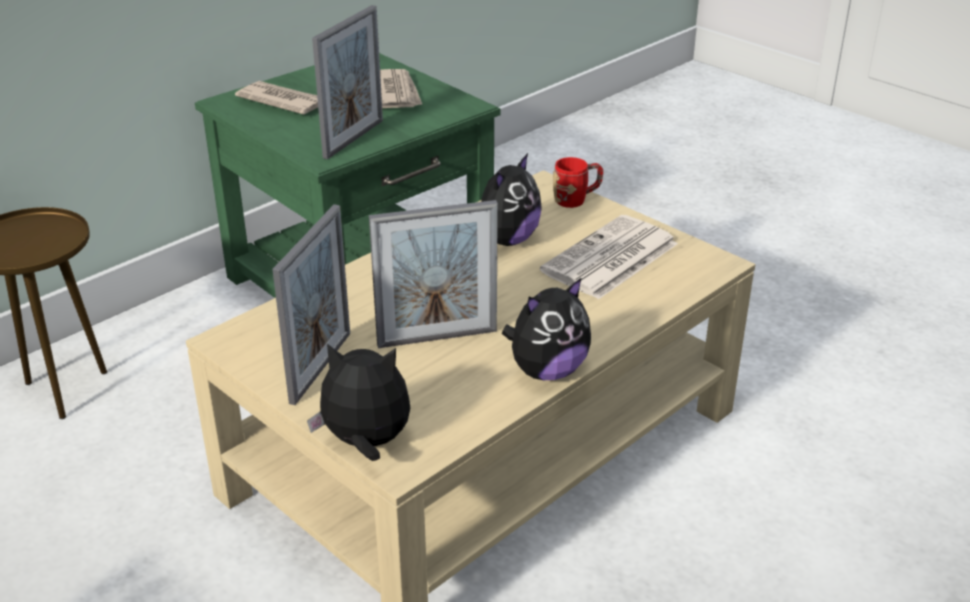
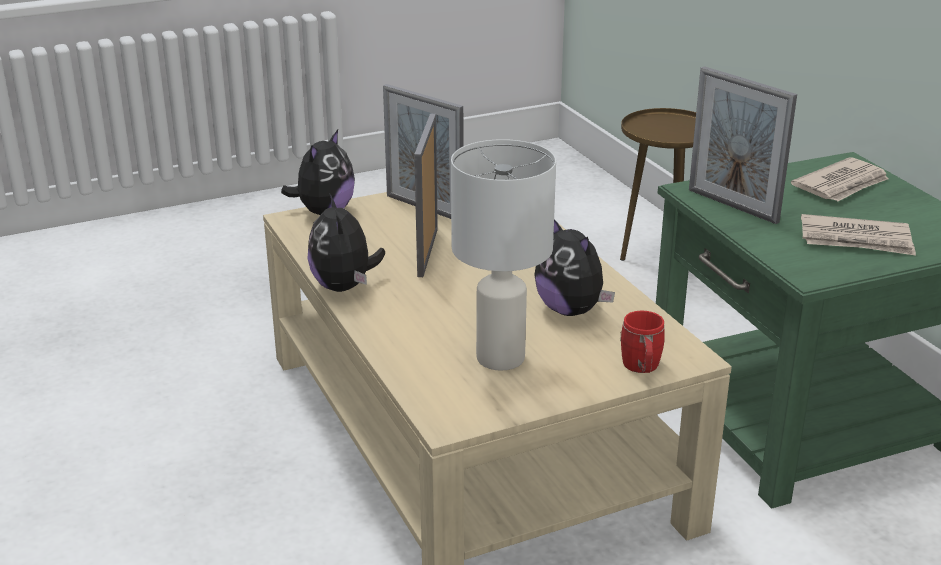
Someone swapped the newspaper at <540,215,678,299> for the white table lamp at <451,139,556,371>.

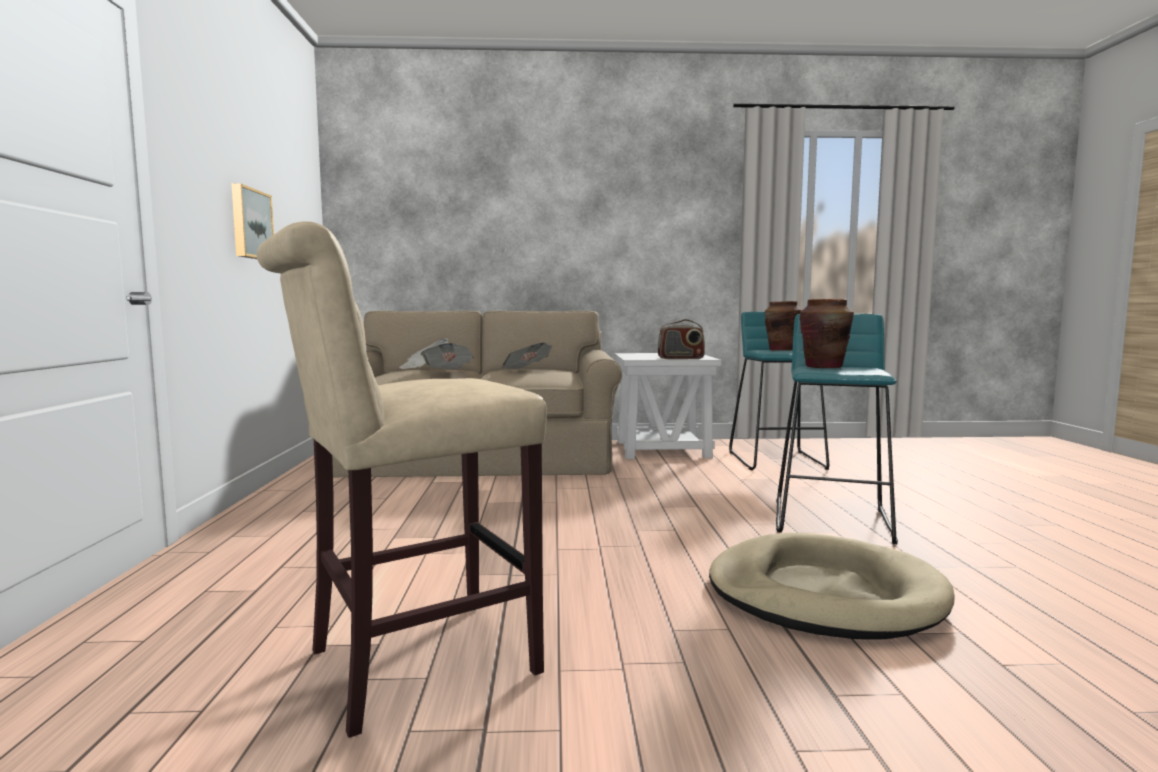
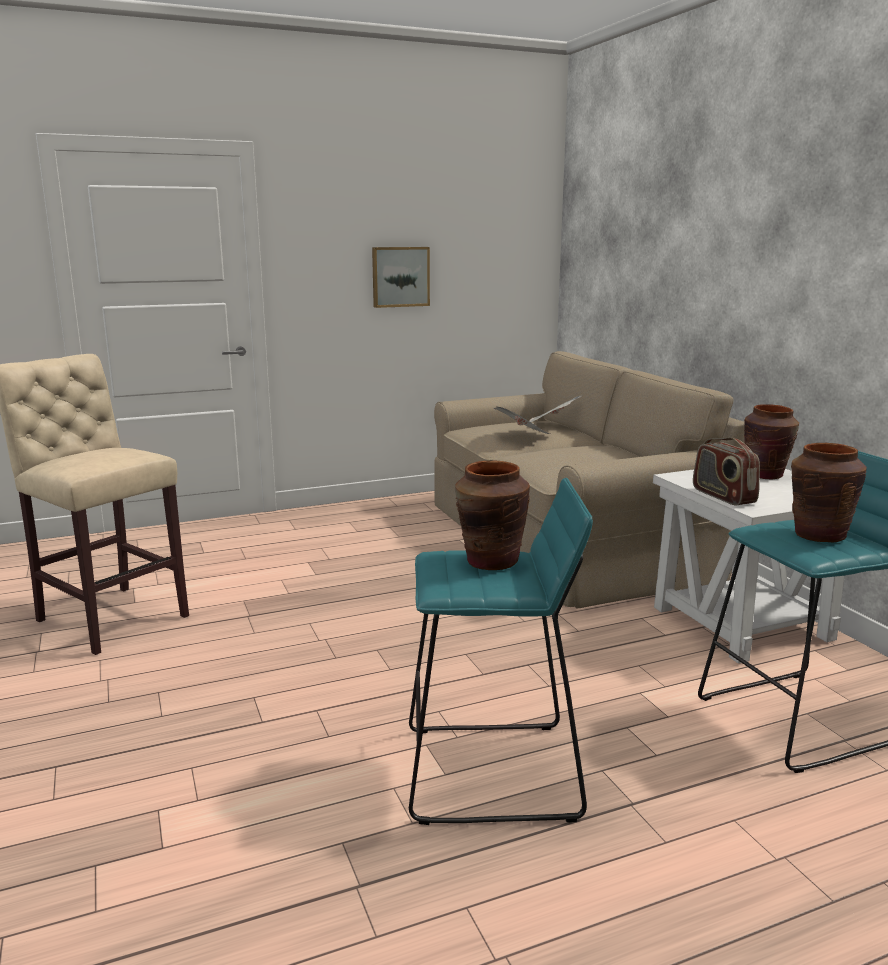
Someone put down the brown vase at <744,404,799,479>.
Someone took away the newspaper at <501,343,552,369>.
Someone took away the beige dog bed at <709,533,955,640>.

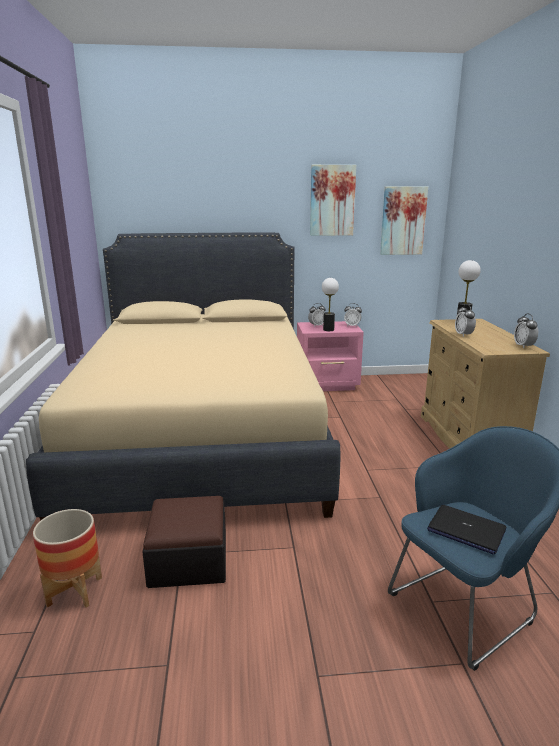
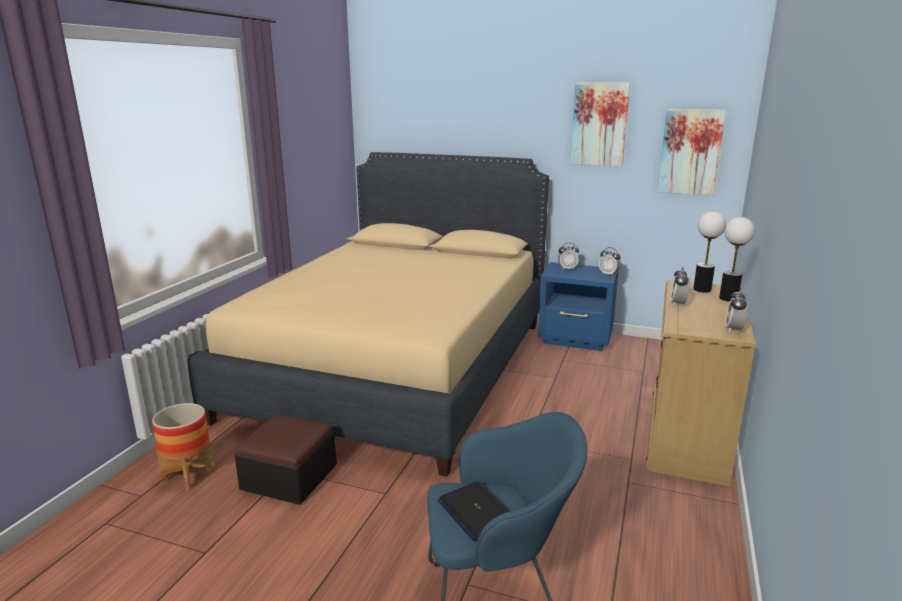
Someone repainted the pink nightstand at <297,321,364,391>, which became the blue nightstand at <538,262,619,351>.
Someone carried the table lamp from <322,278,339,331> to <719,217,755,301>.

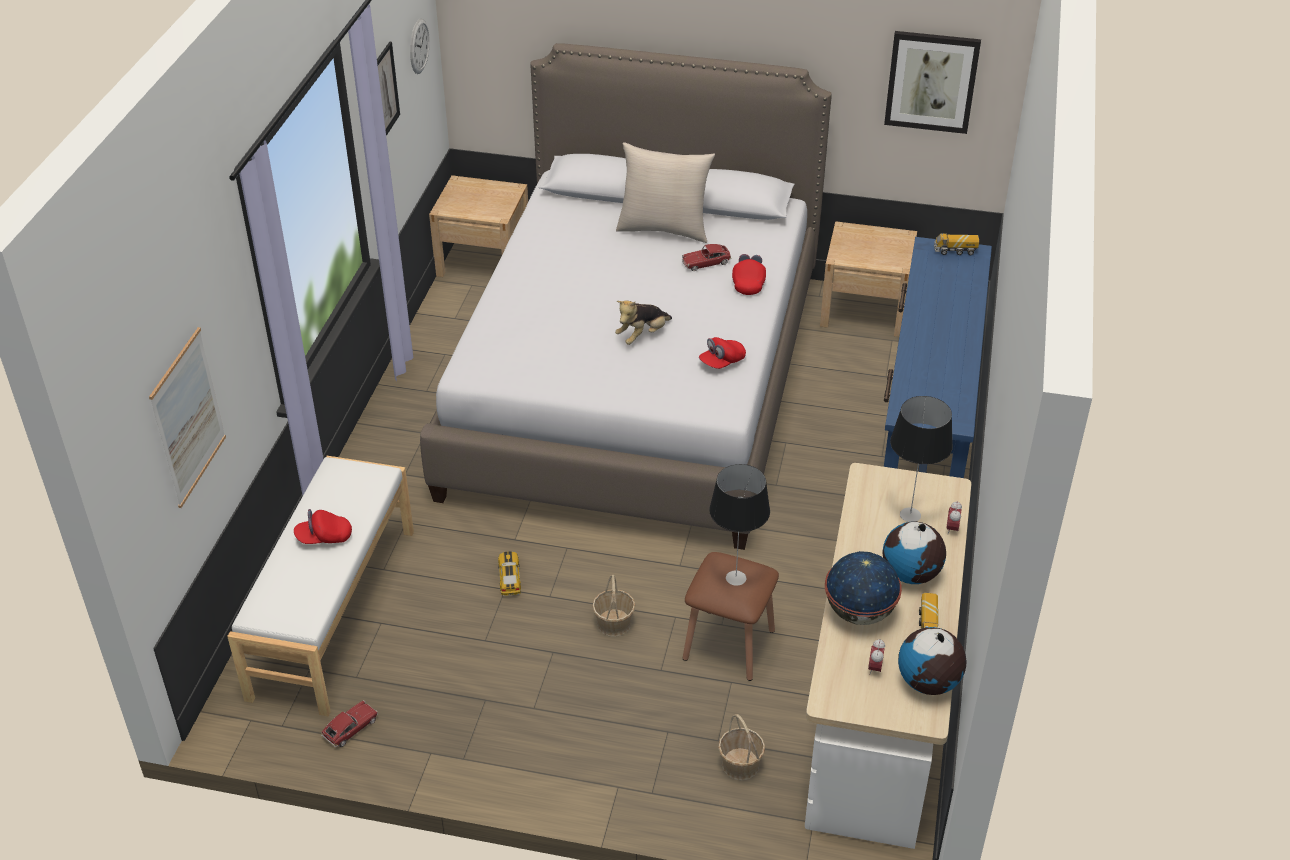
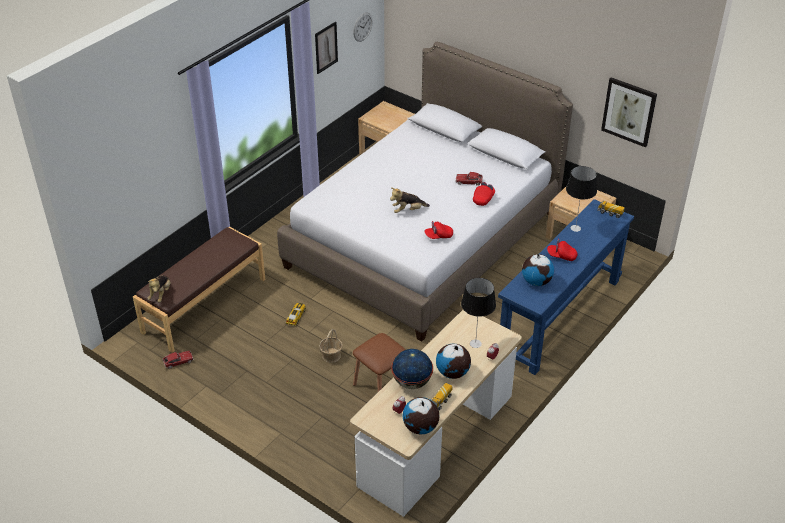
Someone repainted the white bench at <227,456,414,716>, which became the brown bench at <133,227,265,353>.
Someone put down the plush toy at <147,275,171,303>.
Someone put down the globe at <522,253,554,286>.
Someone carried the red cap from <294,509,352,544> to <547,239,578,261>.
Someone carried the table lamp from <709,464,770,586> to <566,166,597,232>.
Someone took away the picture at <149,327,226,508>.
Someone took away the beige pillow at <616,142,715,243>.
Someone took away the basket at <718,714,765,781>.

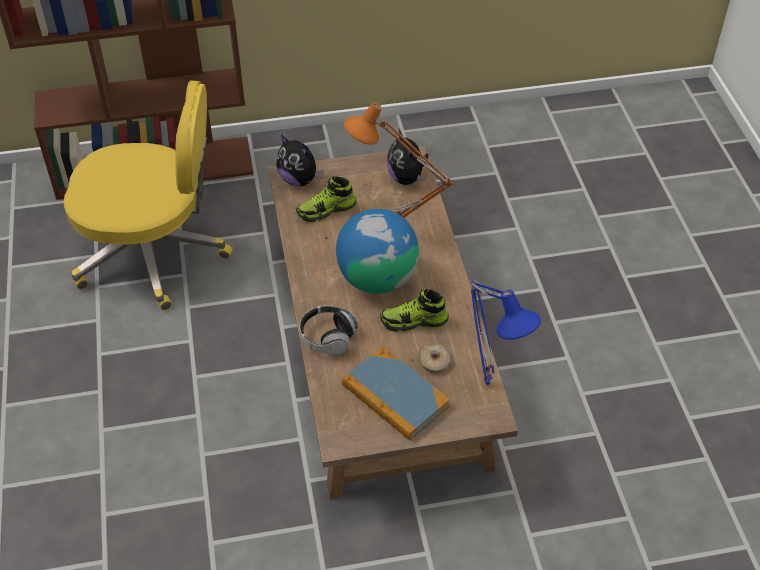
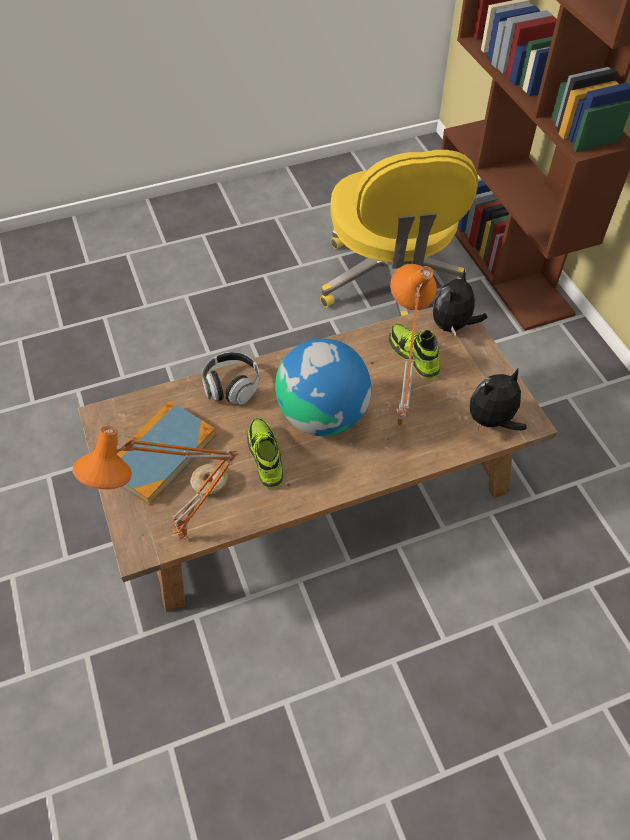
Someone repainted the blue table lamp at <471,280,541,388>, which became the orange table lamp at <73,426,238,541>.

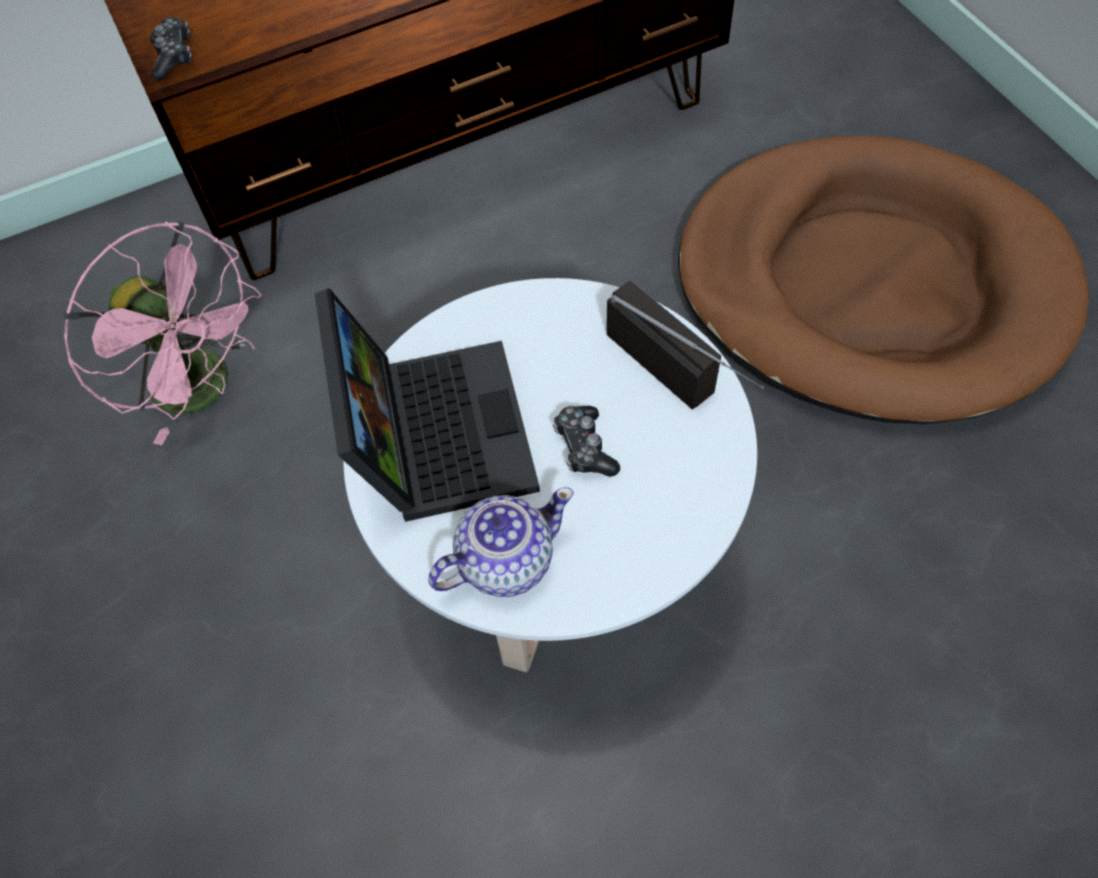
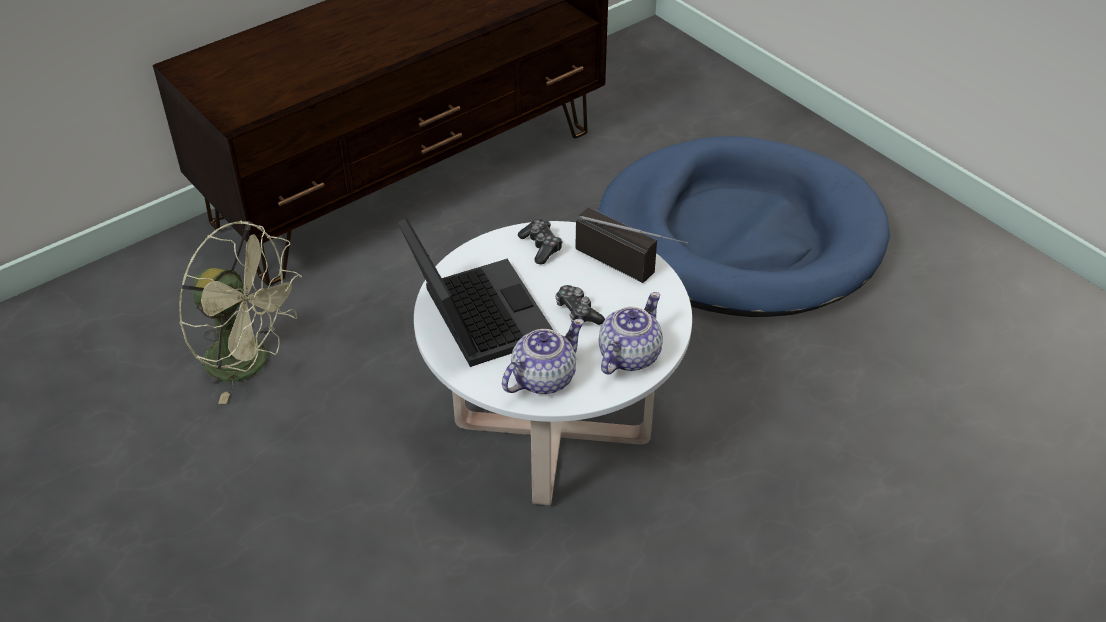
Someone repainted the pink fan at <63,221,261,445>, which became the green fan at <179,220,302,404>.
Someone carried the game controller from <150,17,192,80> to <518,219,563,265>.
Someone repainted the brown dog bed at <678,135,1089,424>, which became the blue dog bed at <598,136,890,317>.
Someone put down the teapot at <599,292,663,374>.

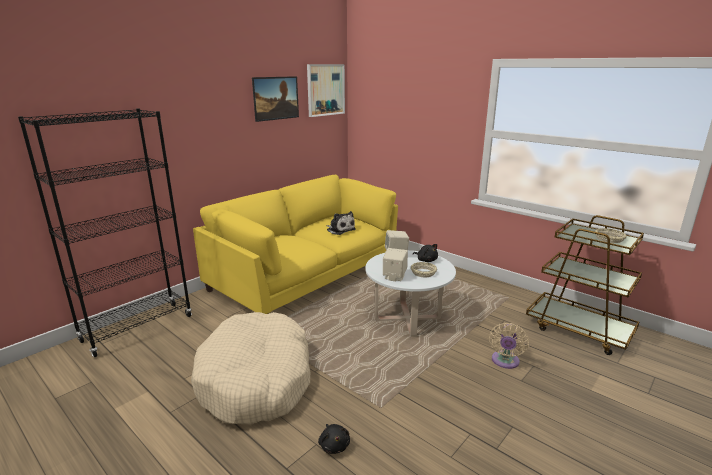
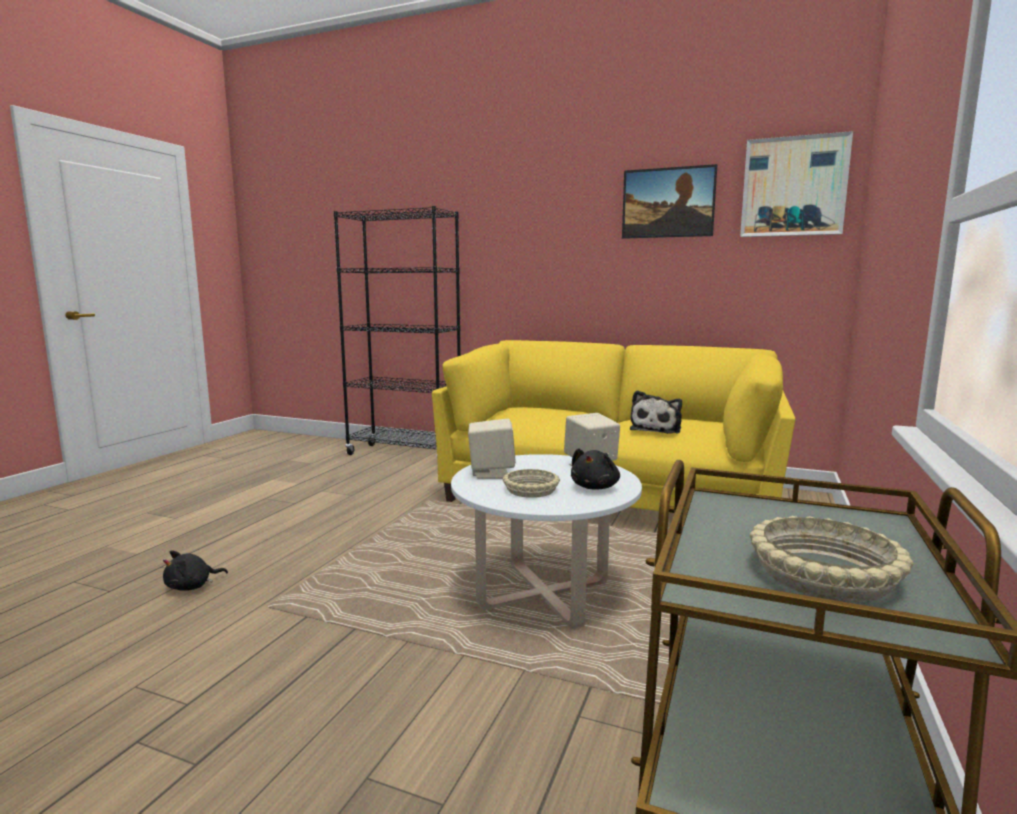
Someone took away the beige dog bed at <191,312,310,424>.
Someone took away the beige fan at <489,323,529,369>.

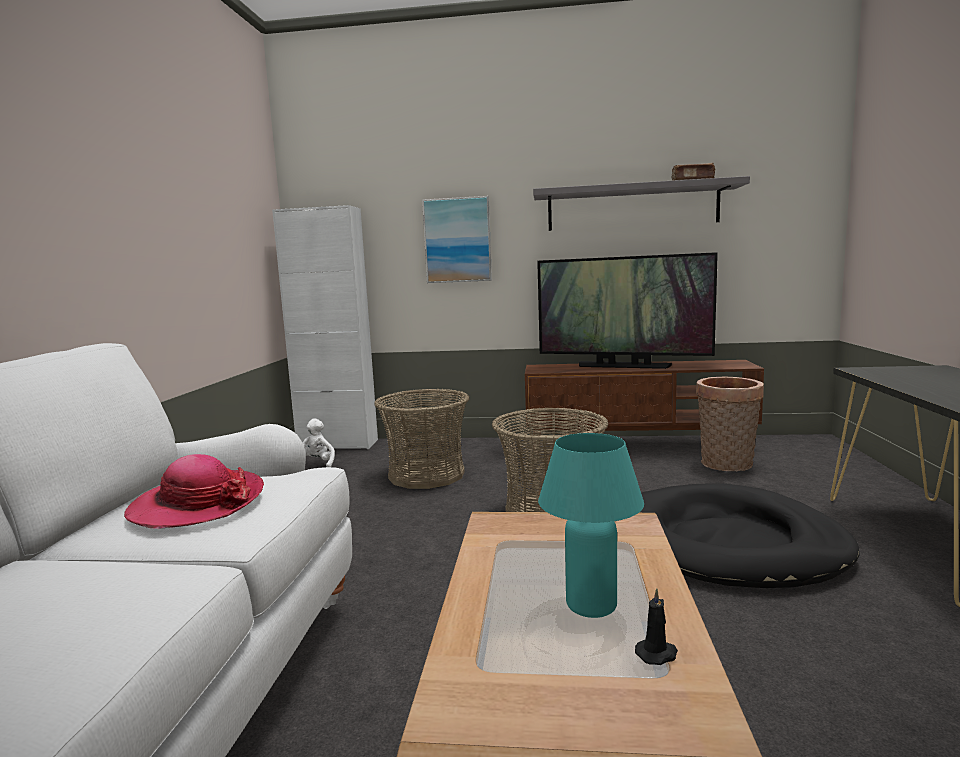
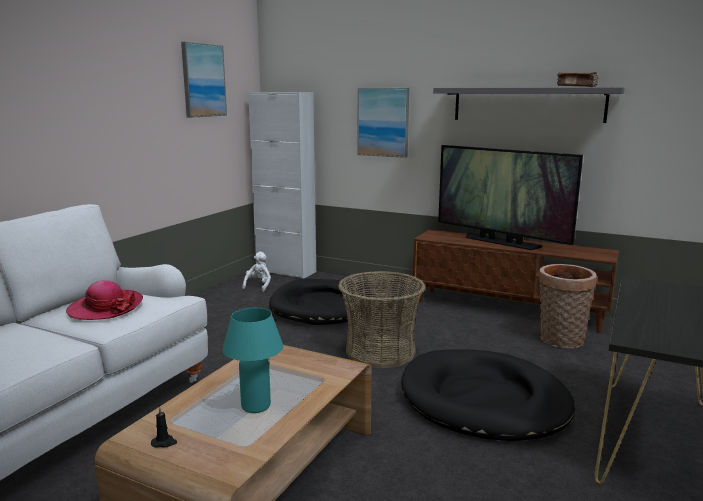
Someone carried the black candle from <635,588,678,665> to <151,407,177,448>.
Someone put up the picture at <181,42,227,118>.
Someone swapped the basket at <374,389,469,489> for the black dog bed at <269,278,376,325>.

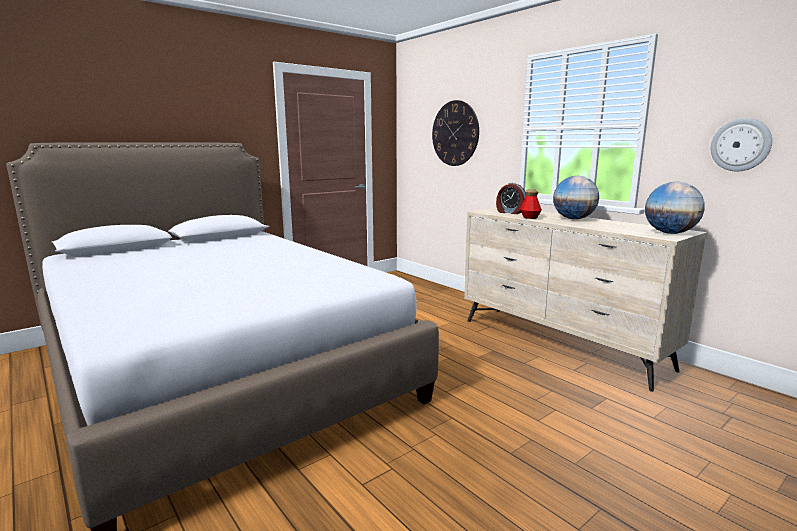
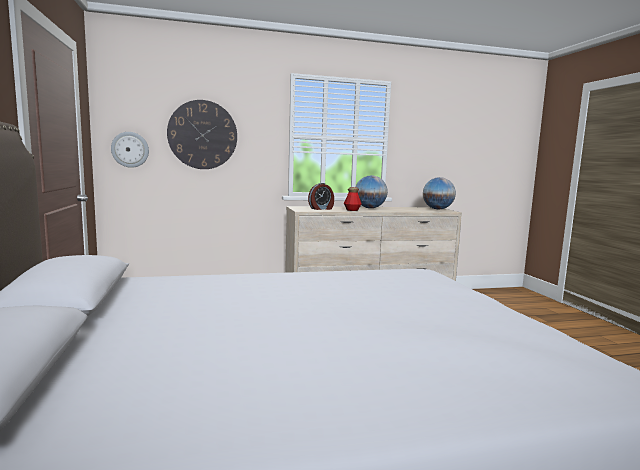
Someone carried the wall clock from <710,118,772,171> to <111,132,149,168>.

